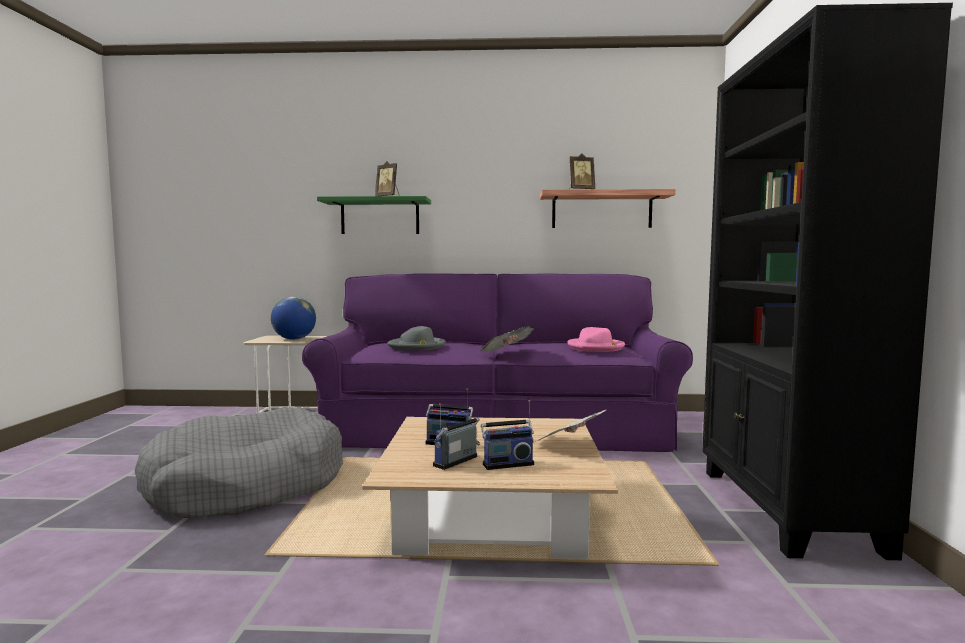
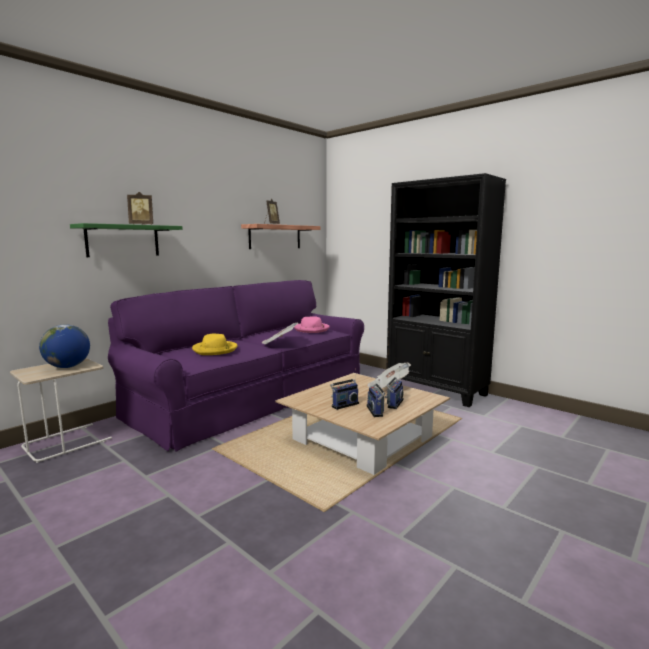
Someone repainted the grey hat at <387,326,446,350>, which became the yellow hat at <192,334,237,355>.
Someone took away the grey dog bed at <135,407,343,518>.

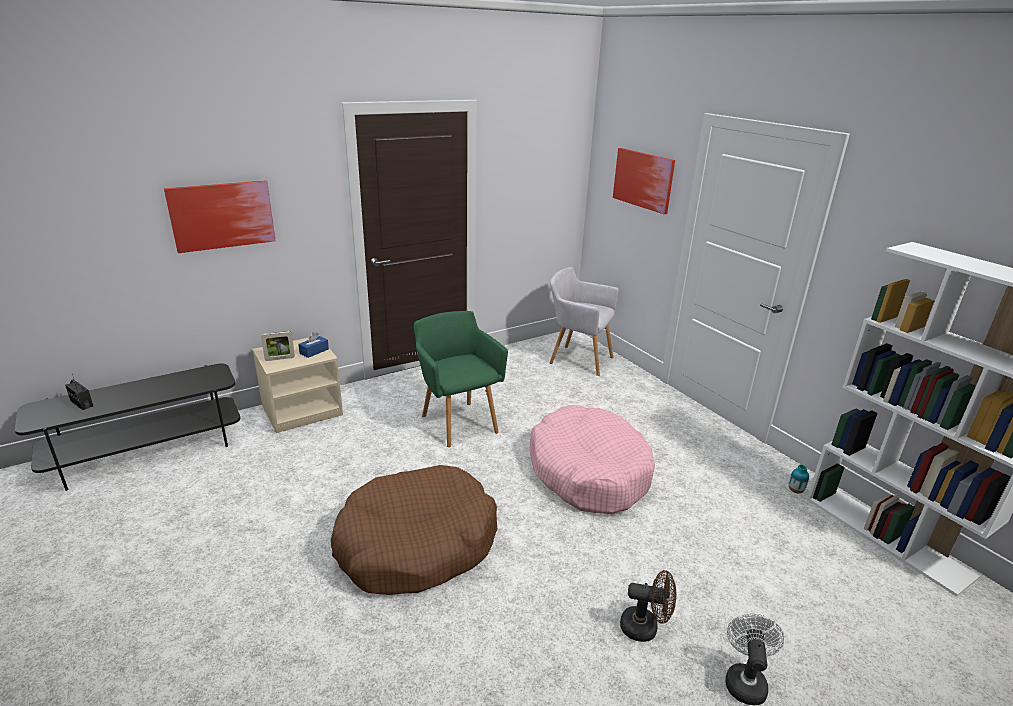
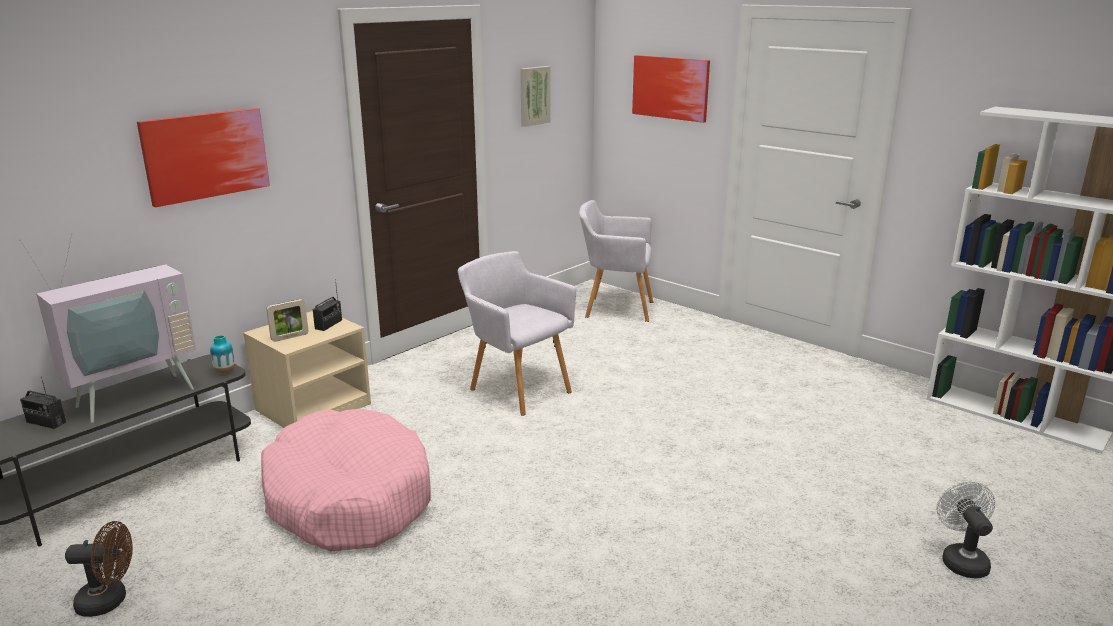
Someone put down the television at <19,232,196,423>.
Someone carried the brown fan from <620,570,676,642> to <65,521,133,617>.
Someone carried the vase from <789,465,809,493> to <210,335,235,374>.
Someone carried the pink dog bed from <529,405,655,514> to <261,409,431,552>.
Someone swapped the blue tissue box at <298,332,329,358> for the radio at <313,279,342,331>.
Someone repainted the green armchair at <414,311,508,447>, which became the grey armchair at <458,251,576,416>.
Someone put up the picture at <520,66,551,127>.
Someone took away the brown dog bed at <331,465,497,595>.

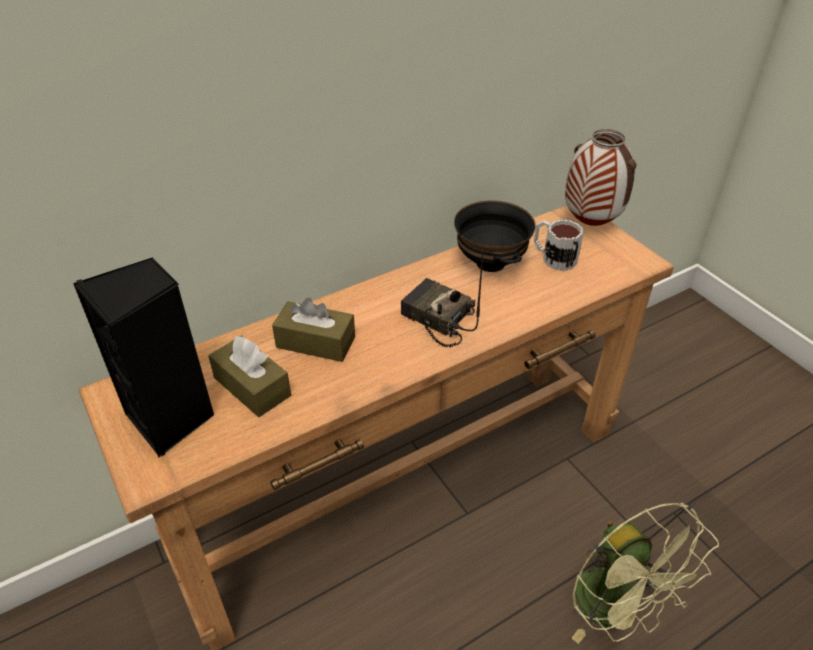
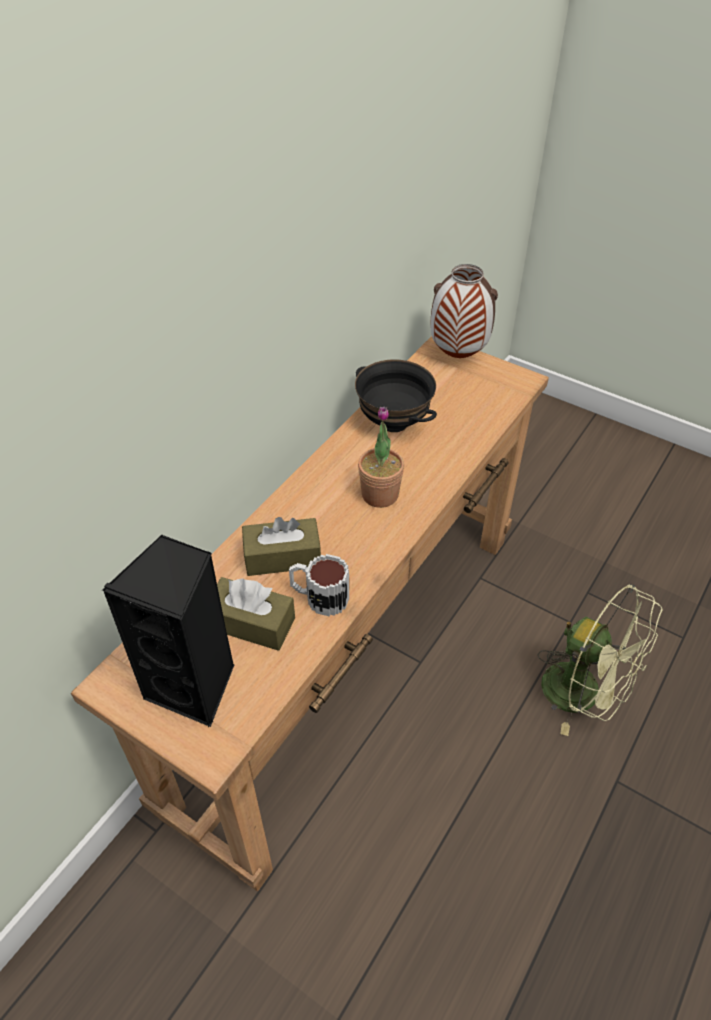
Someone carried the mug from <534,220,584,271> to <289,554,349,617>.
Someone swapped the radio at <401,250,483,347> for the potted plant at <358,407,404,508>.

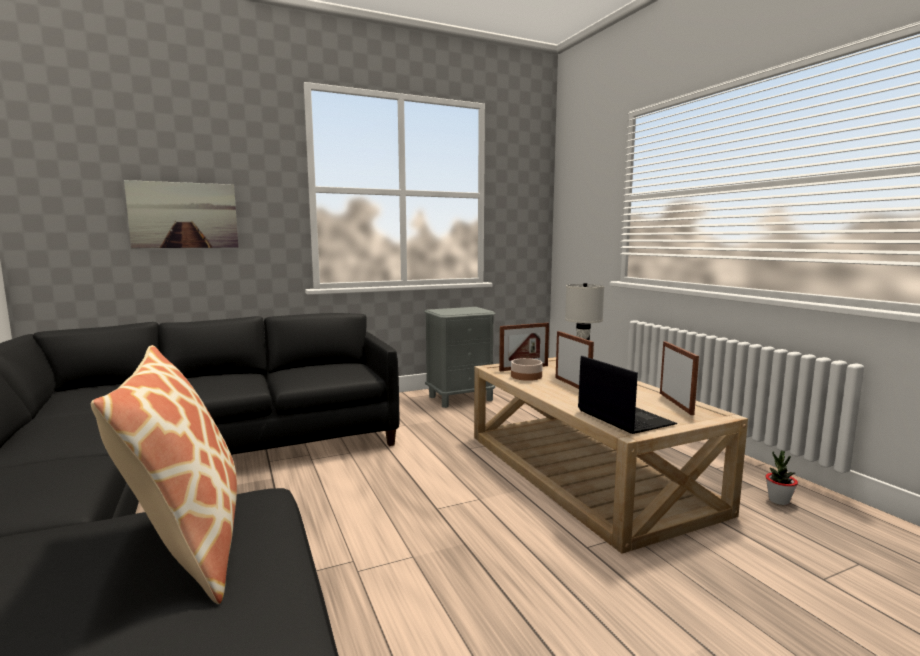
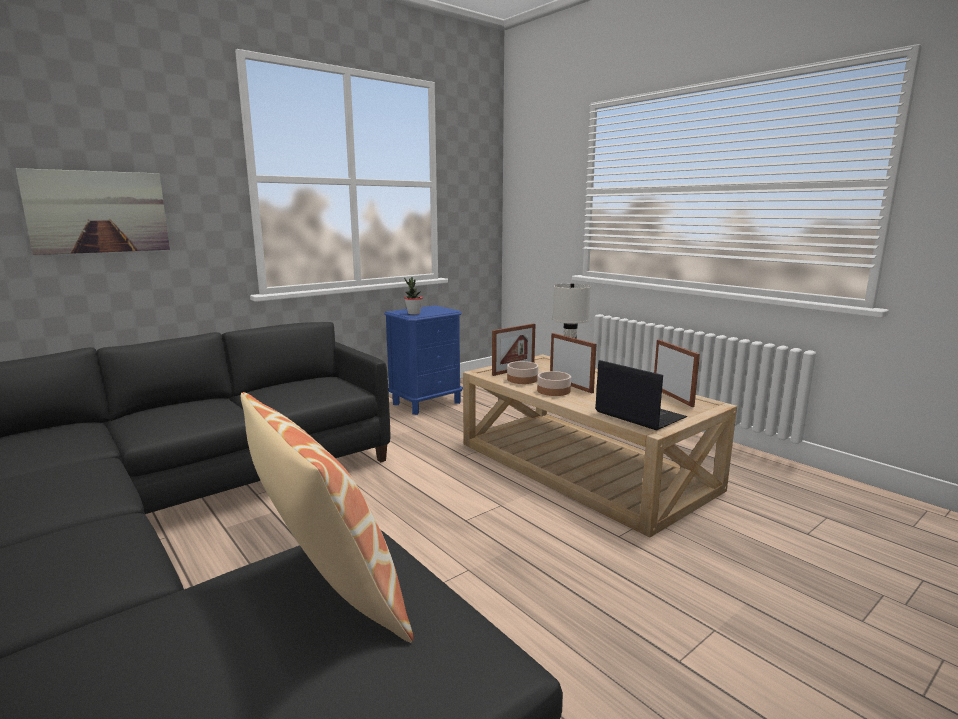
Someone repainted the grey nightstand at <424,307,496,408>, which became the blue nightstand at <384,305,463,415>.
Someone carried the potted plant from <766,451,798,505> to <404,277,423,315>.
Someone put down the bowl at <537,371,571,396>.

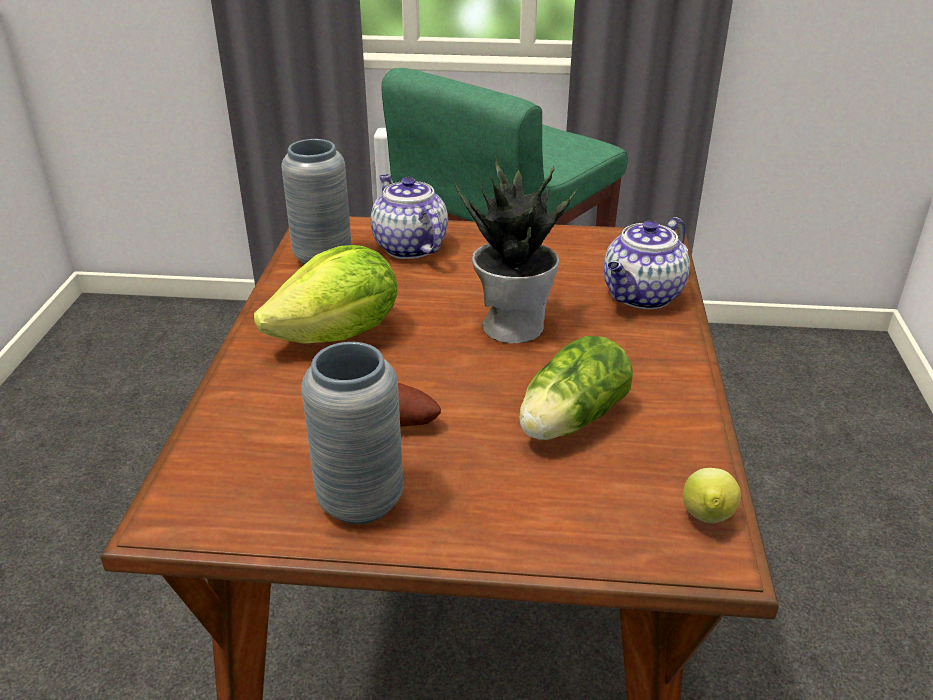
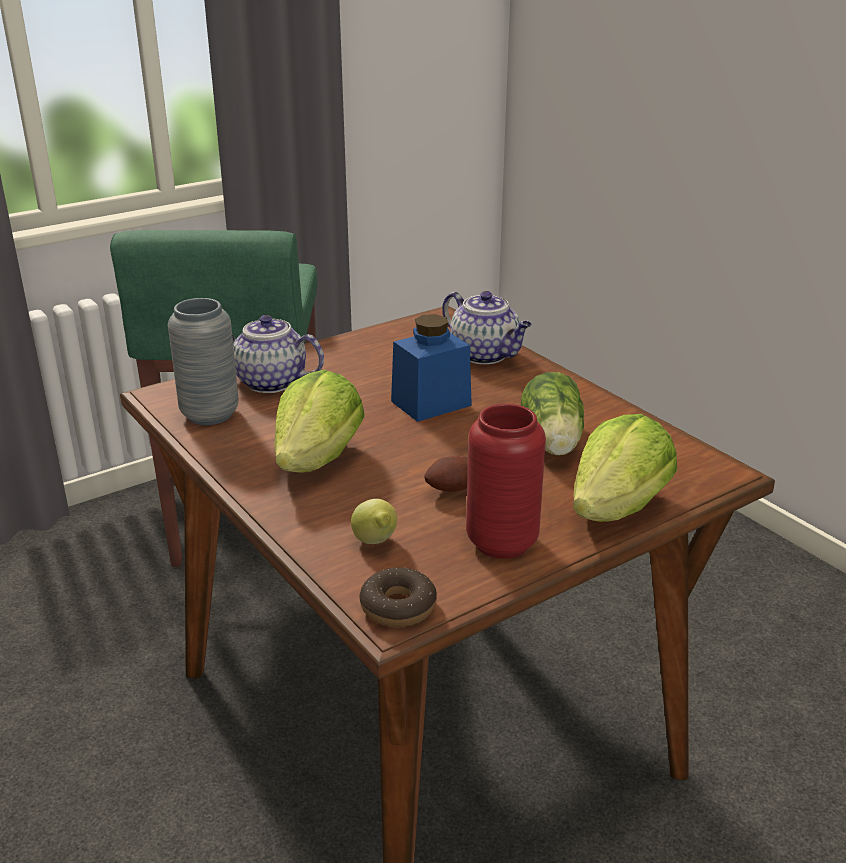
Someone carried the lemon from <683,468,741,523> to <351,499,397,544>.
Someone put down the donut at <359,567,437,627>.
Someone swapped the potted plant at <454,155,577,343> for the blue jar at <391,314,472,422>.
Someone rotated the teapot at <604,217,690,309> by 45 degrees counterclockwise.
Someone repainted the grey vase at <302,342,403,524>, which became the red vase at <466,404,546,559>.
Someone put down the lettuce at <573,414,677,522>.

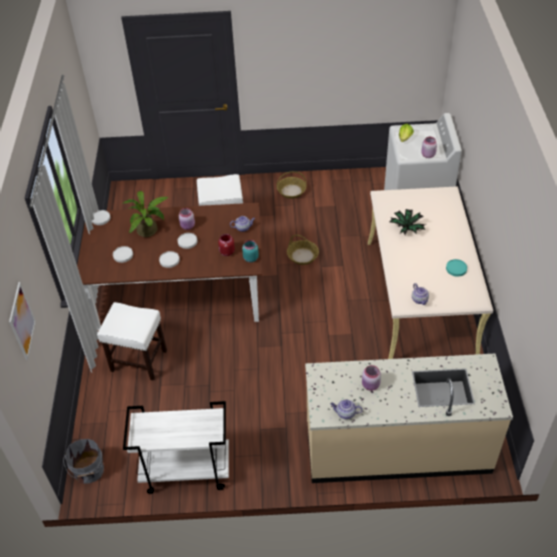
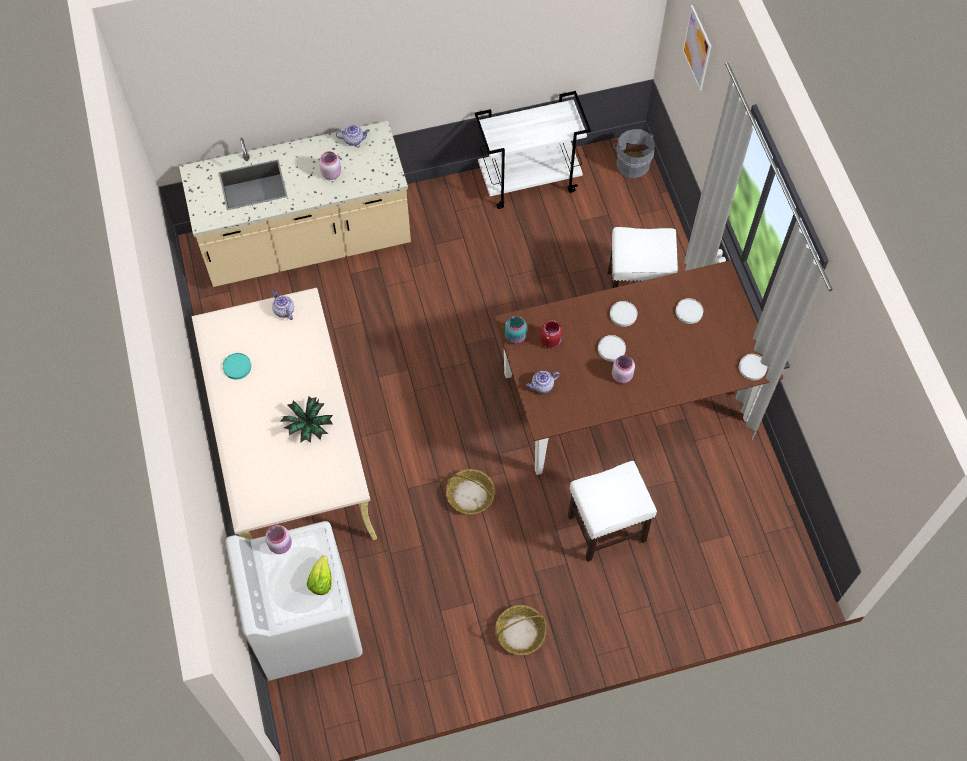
Someone took away the potted plant at <123,191,169,237>.

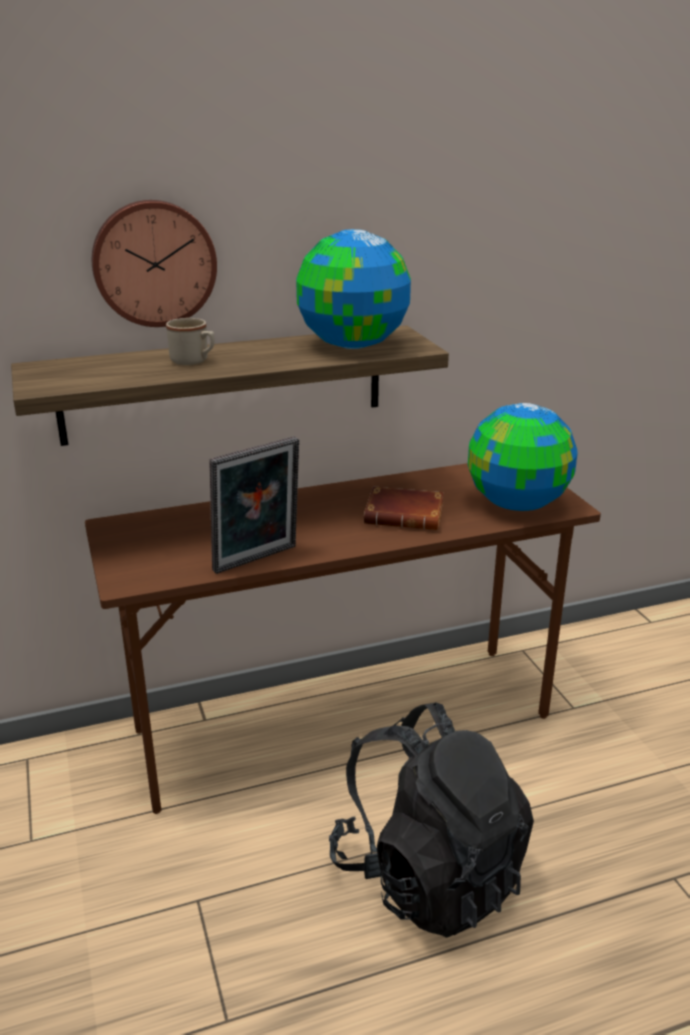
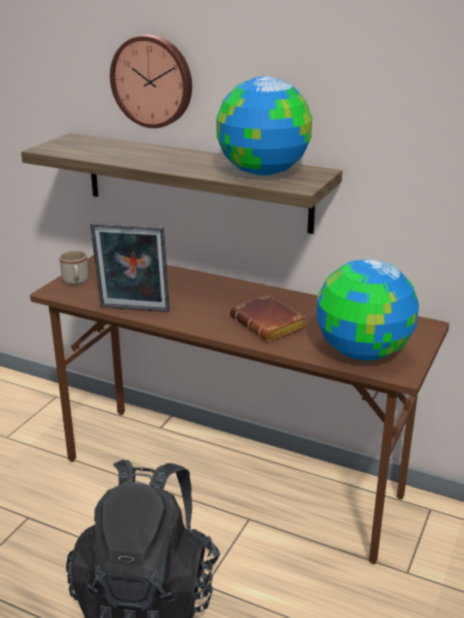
Someone carried the beige mug from <166,318,215,365> to <59,251,88,285>.

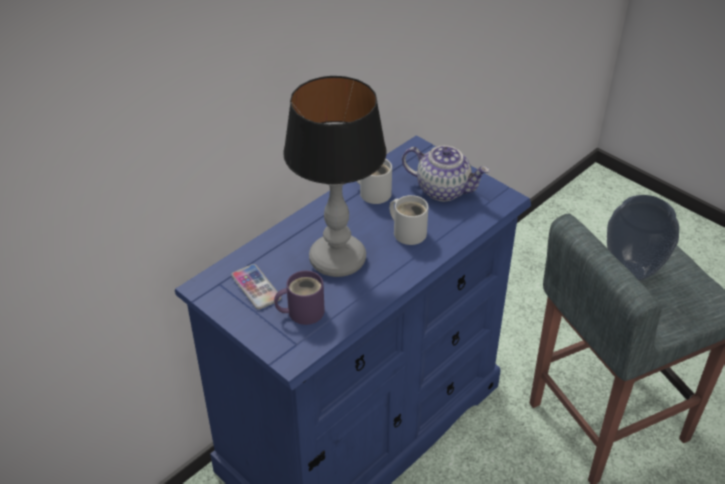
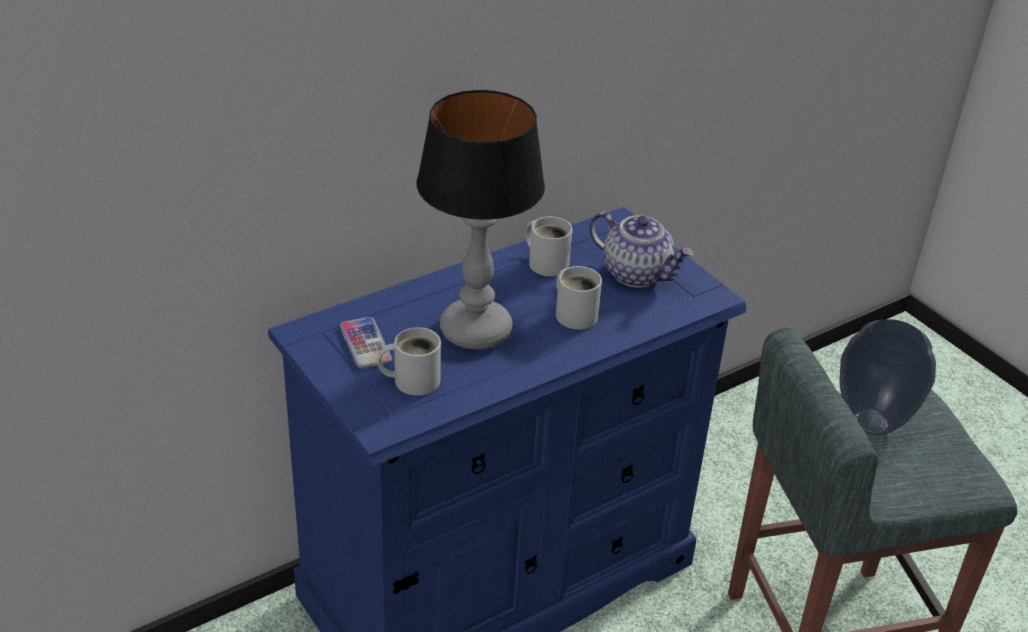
Someone repainted the purple mug at <274,271,325,325>, which became the white mug at <378,327,441,396>.

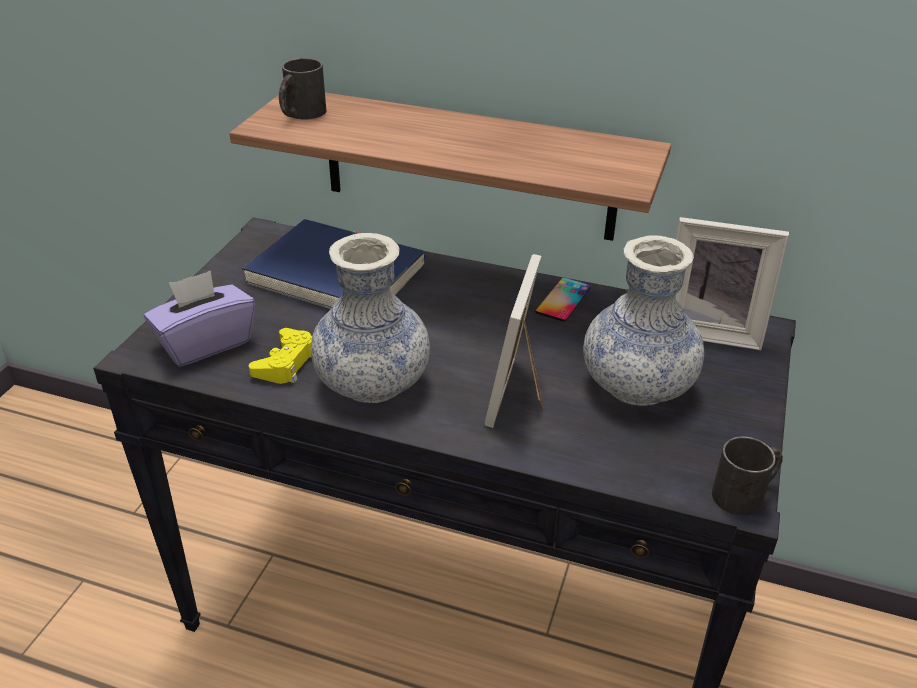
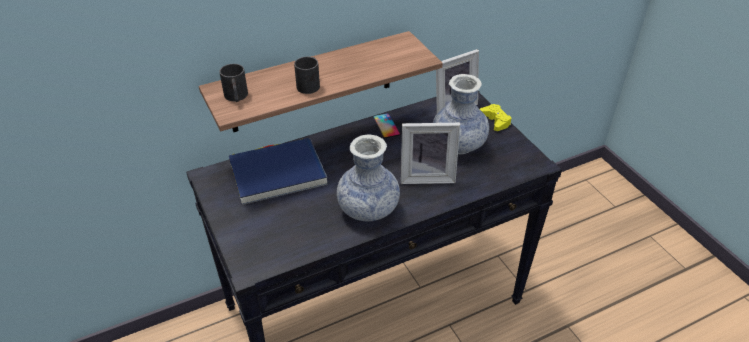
Someone carried the black mug from <712,436,783,516> to <294,57,320,94>.
Someone rotated the picture frame at <485,254,543,428> by 60 degrees counterclockwise.
Someone carried the yellow game controller from <249,328,312,384> to <480,104,512,131>.
Someone took away the purple tissue box at <144,271,255,367>.

